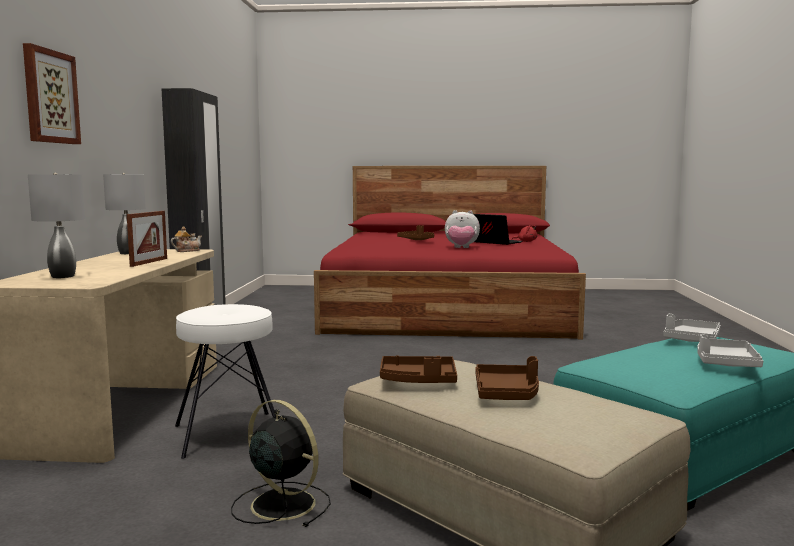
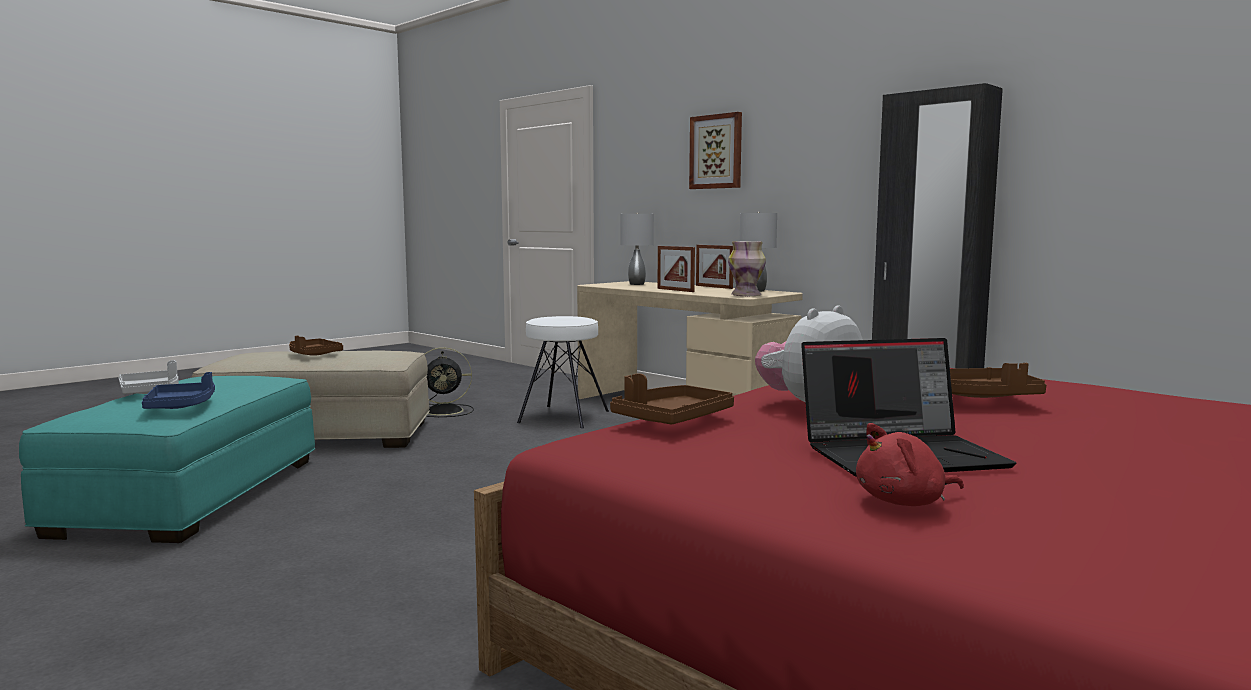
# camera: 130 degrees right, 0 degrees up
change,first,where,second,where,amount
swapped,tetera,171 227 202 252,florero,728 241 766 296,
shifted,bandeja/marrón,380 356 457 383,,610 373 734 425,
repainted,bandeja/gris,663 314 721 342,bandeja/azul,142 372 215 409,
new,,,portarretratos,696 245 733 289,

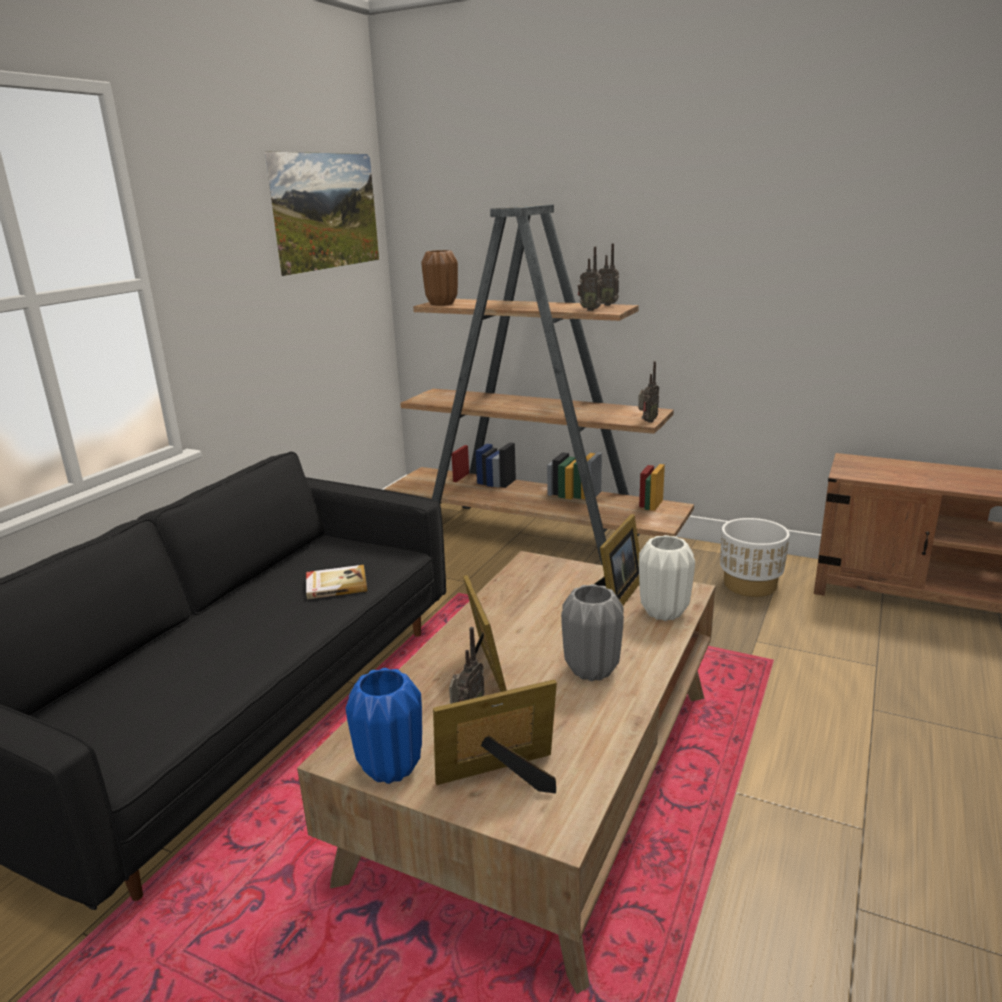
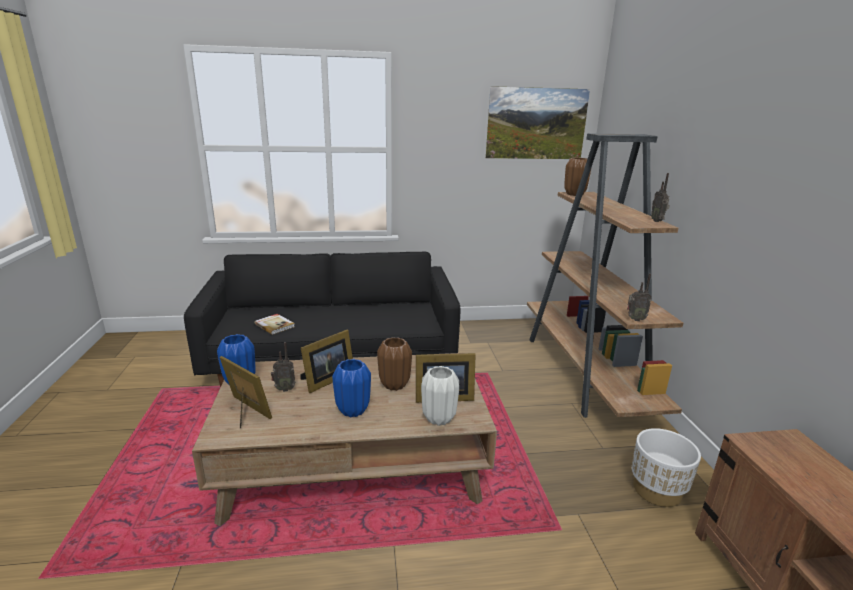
# camera: 55 degrees right, 0 degrees up
change,first,where,second,where,amount
shifted,libro,306 565 367 599,,254 314 295 335,
repainted,florero/gris,561 584 624 681,florero/azul,332 359 371 417,
gone,radio,578 246 602 311,,,
new,,,florero/marrón,377 337 412 391,

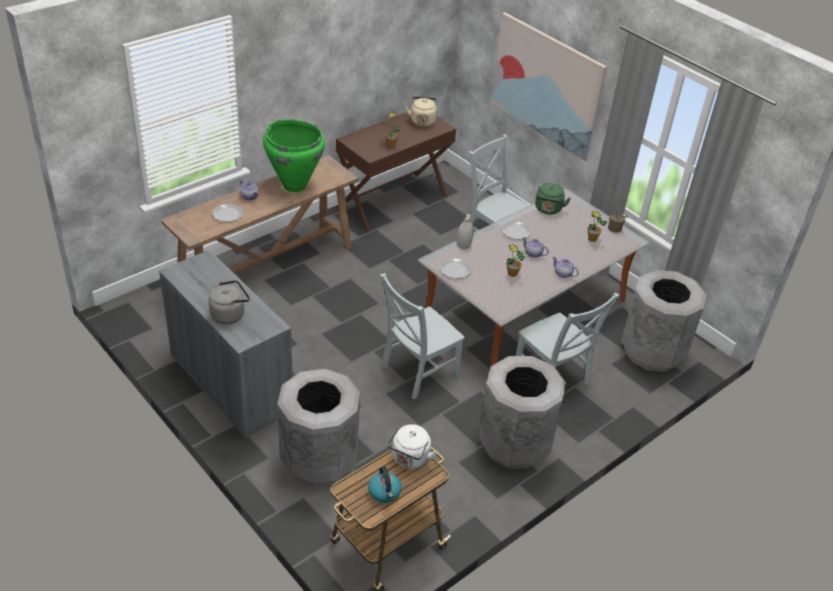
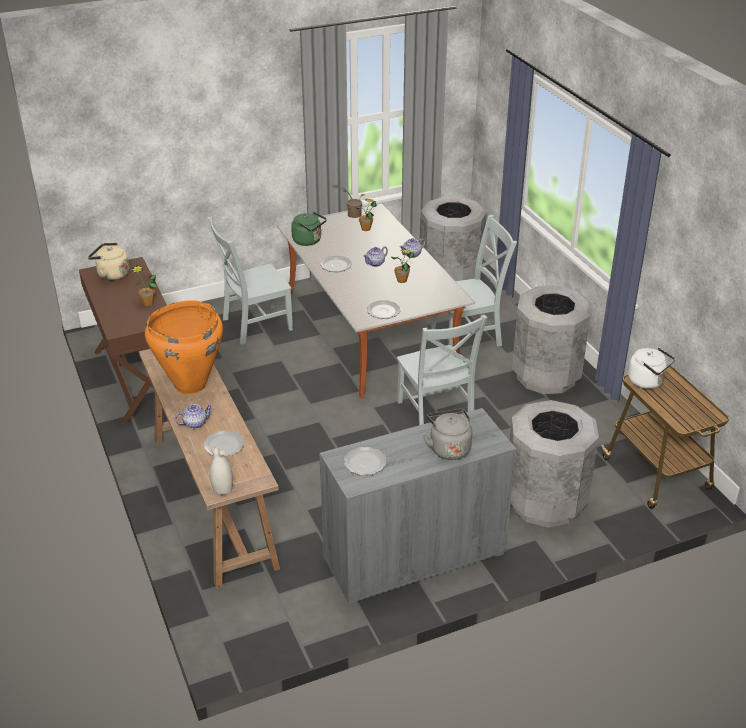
# camera: 70 degrees left, 5 degrees down
change,first,where,second,where,amount
repainted,florero/verde,263 119 325 192,florero/naranja,145 300 223 394,
gone,hervidor,368 466 402 503,,,
shifted,florero/blanco,457 214 473 249,,209 446 233 495,
gone,cuadro,491 12 607 161,,,
new,,,plato,344 447 387 475,

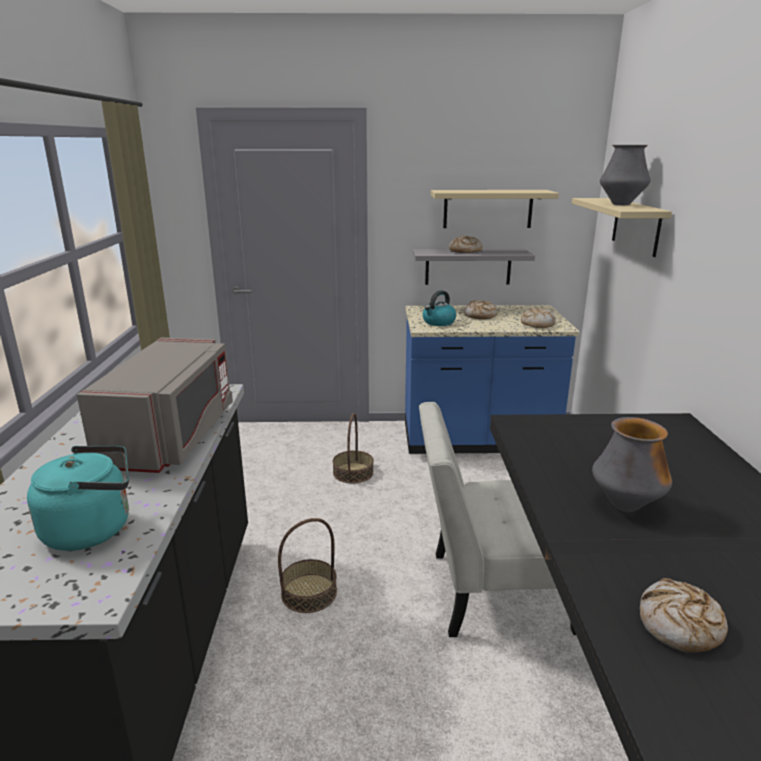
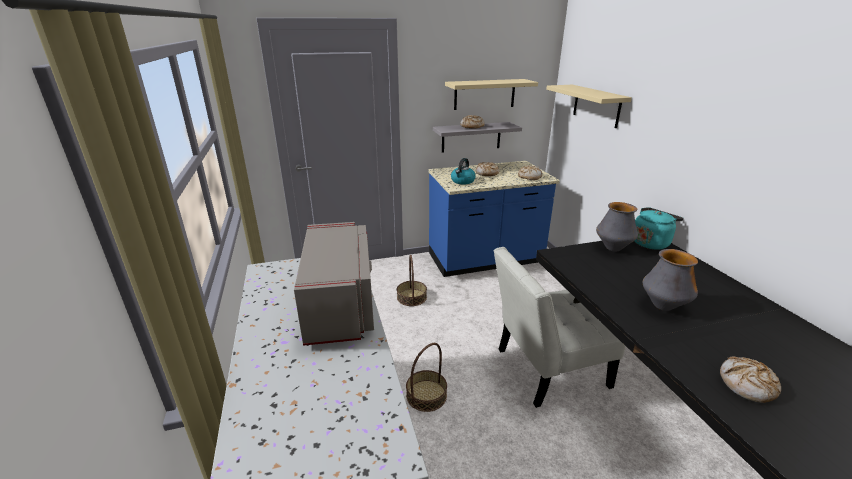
# camera: 15 degrees left, 5 degrees up
change,first,where,second,where,amount
shifted,hervidor/turquesa,27 446 129 551,,634 207 684 250,
shifted,florero,600 145 651 205,,596 202 638 252,

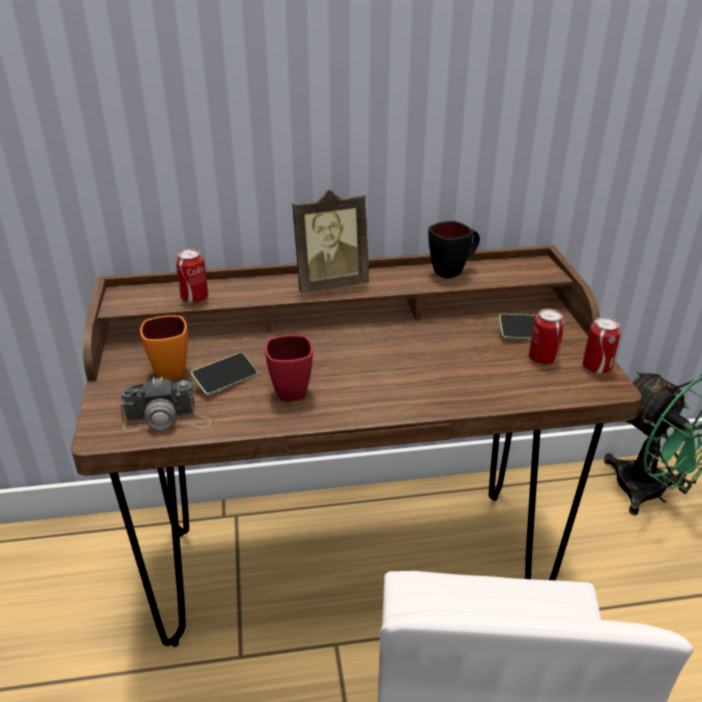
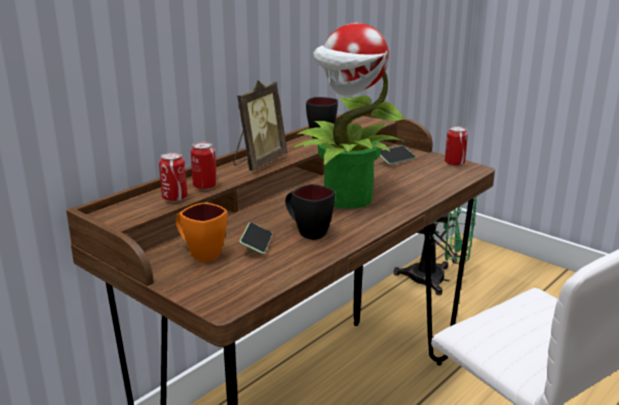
# camera: 40 degrees left, 10 degrees down
change,first,where,second,where,amount
gone,cámara,120 376 212 432,,,
repainted,taza grande/rojo,265 335 313 401,taza grande/negro,285 184 335 240,
shifted,lata,529 308 564 365,,191 142 217 190,
new,,,planta en maceta,292 23 405 209,

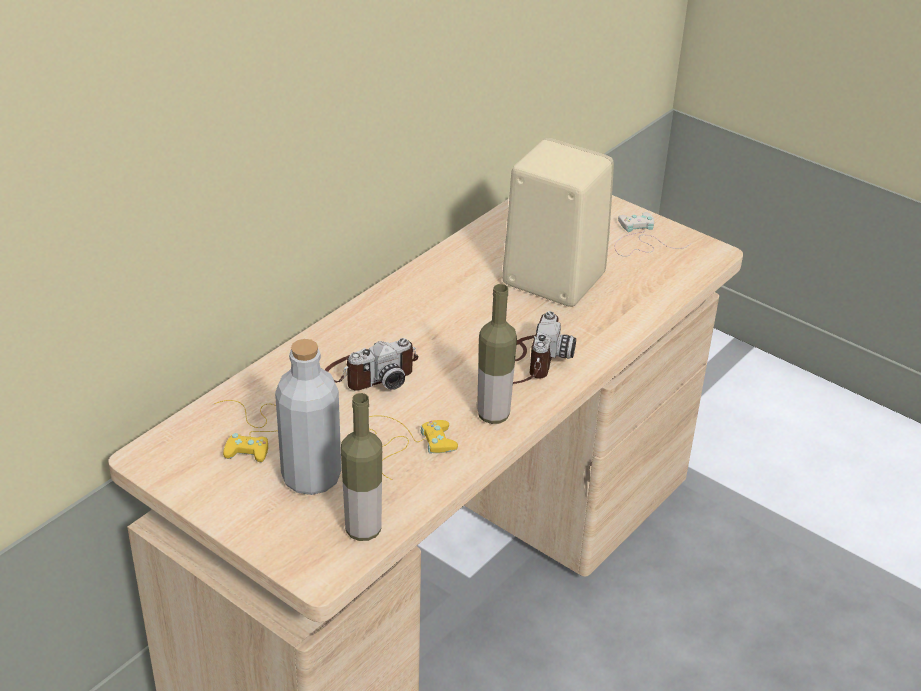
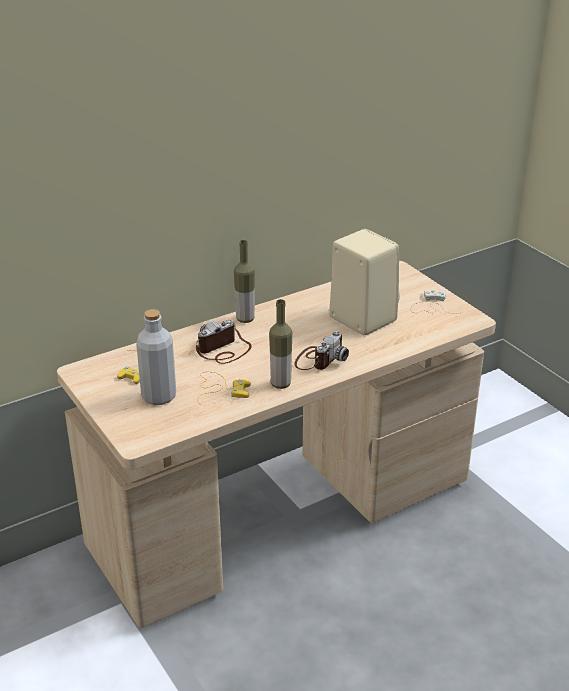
# camera: 20 degrees right, 5 degrees down
change,first,where,second,where,amount
rotated,cámara,325 338 418 391,,196 320 252 364,150 degrees clockwise
shifted,botella,341 393 382 541,,234 240 255 323,

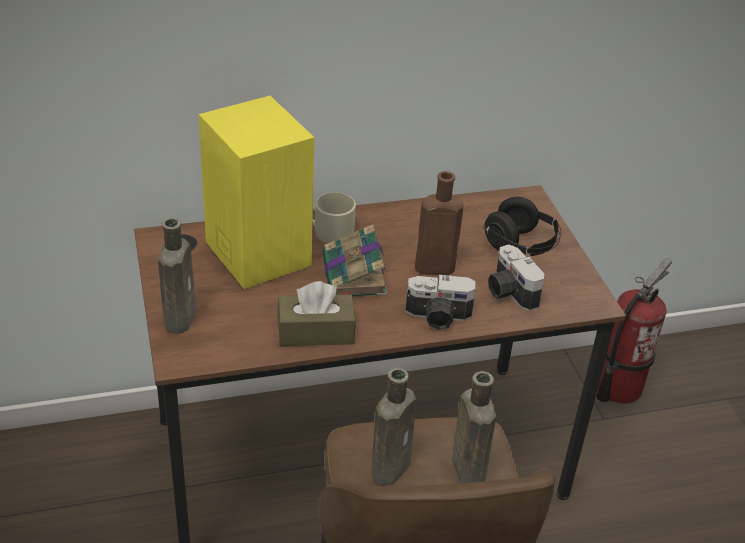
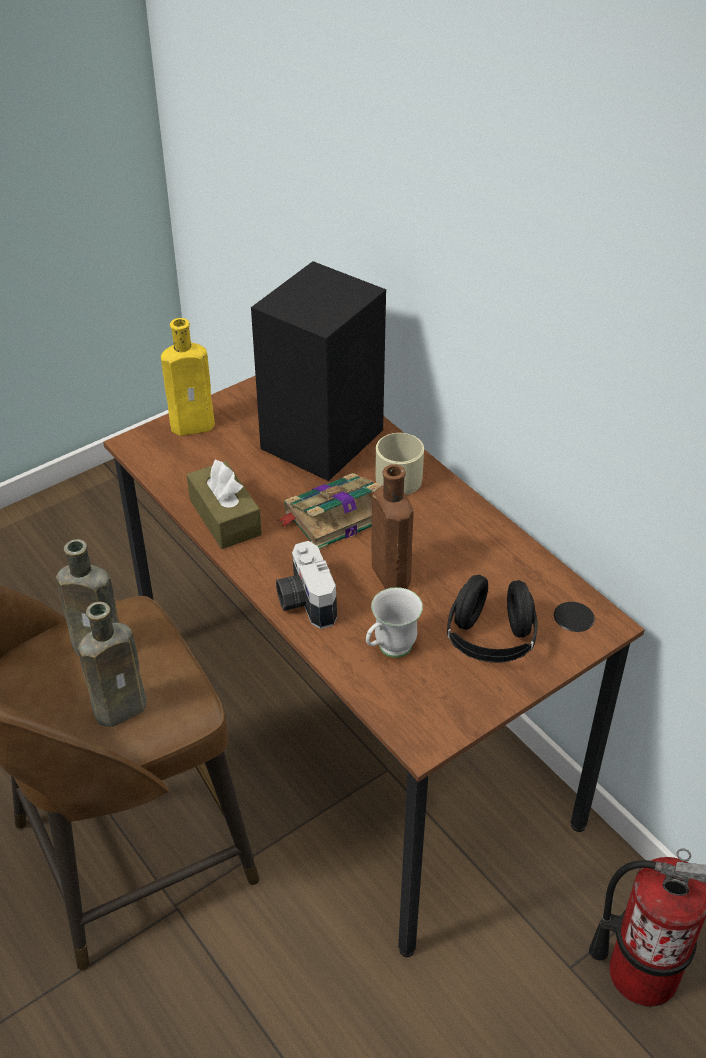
# camera: 70 degrees right, 5 degrees up
change,first,where,second,where,amount
repainted,botella/marrón,158 218 196 334,botella/amarillo,161 318 215 436,
repainted,altavoz/amarillo,199 96 314 289,altavoz/negro,251 261 386 481,
swapped,cámara,488 244 545 311,taza grande/blanco,366 587 423 658,

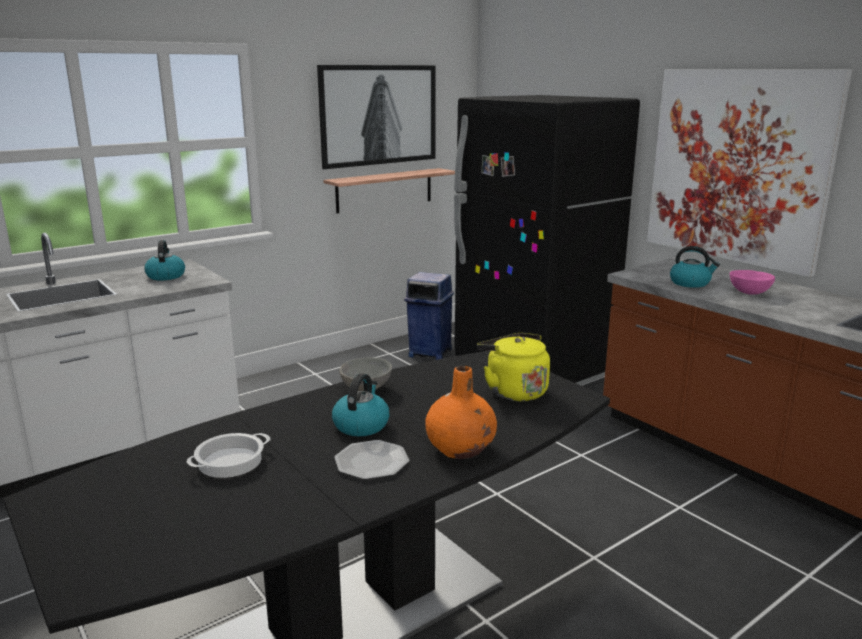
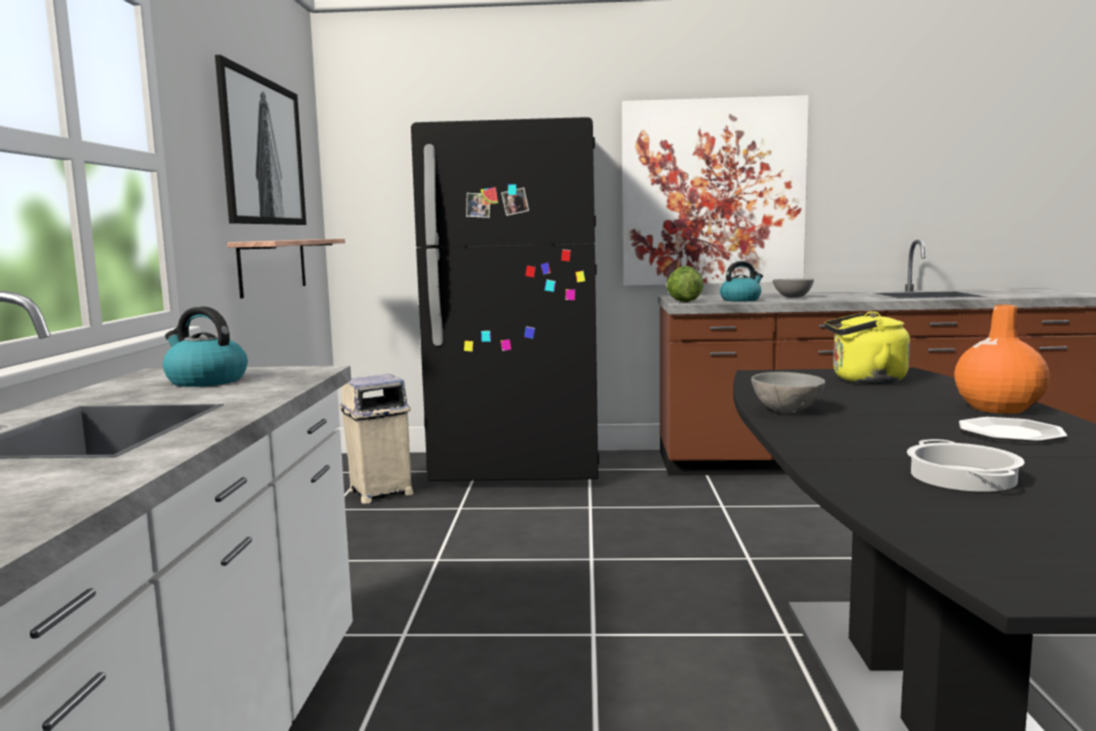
# camera: 50 degrees left, 10 degrees down
change,first,where,second,where,amount
gone,hervidor,332 373 390 436,,,
repainted,papelera/azul,404 272 454 360,papelera/beis,339 374 413 504,
repainted,cuenco/rosa,730 270 775 295,cuenco/gris,773 278 814 298,
new,,,lechuga,666 266 704 302,

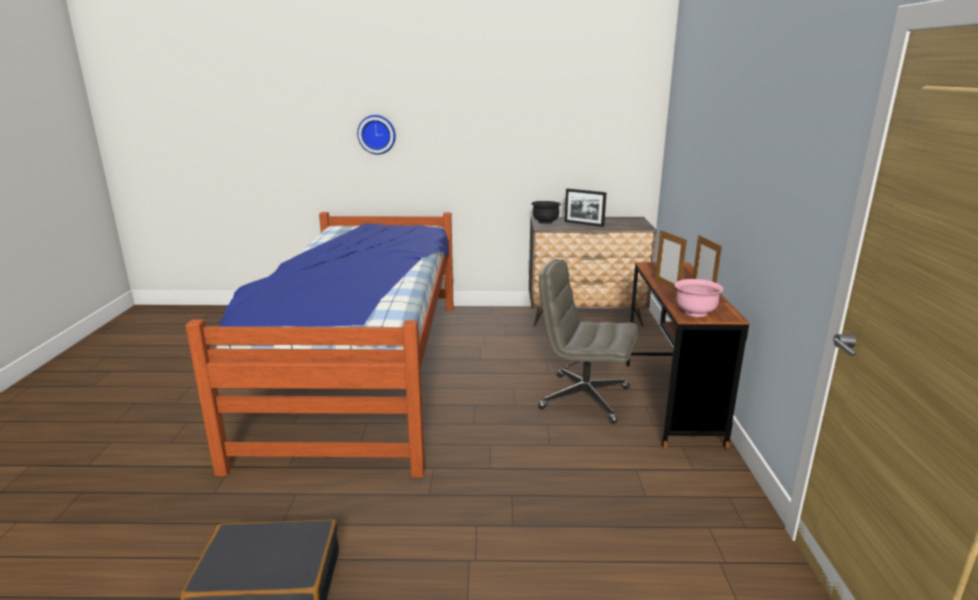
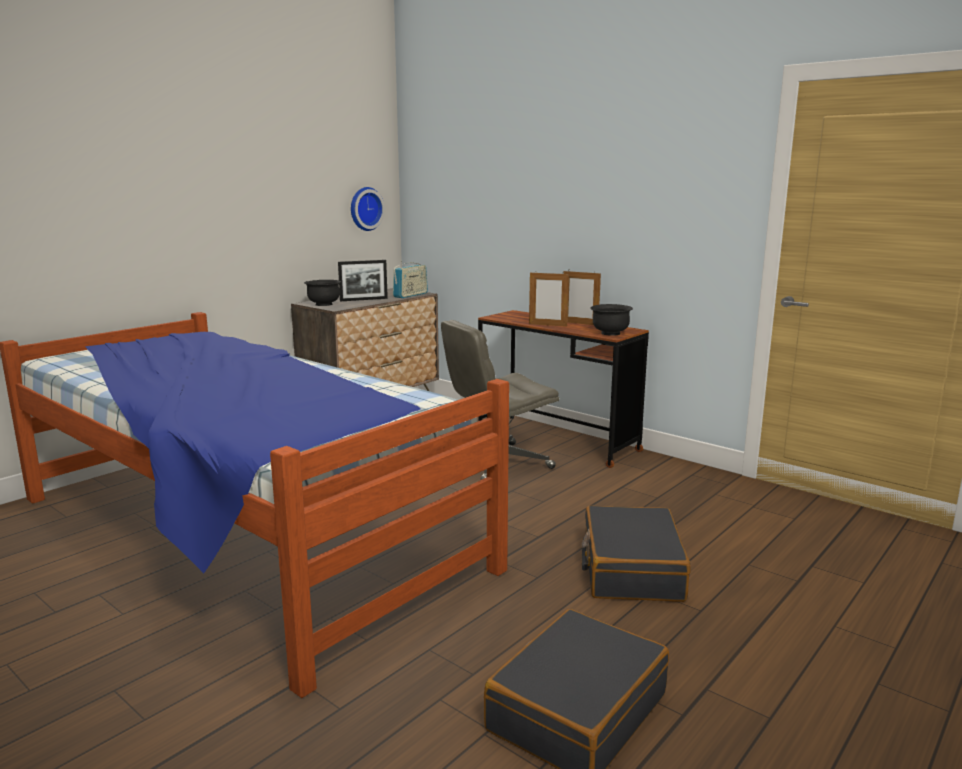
# camera: 50 degrees left, 5 degrees down
change,first,where,second,where,amount
shifted,reloj de pared,357 115 396 155,,351 187 385 231,
repainted,cuenco/rosa,674 279 724 317,cuenco/negro,591 304 633 336,
new,,,radio,393 261 428 298,
new,,,maleta/negro,581 506 690 602,

